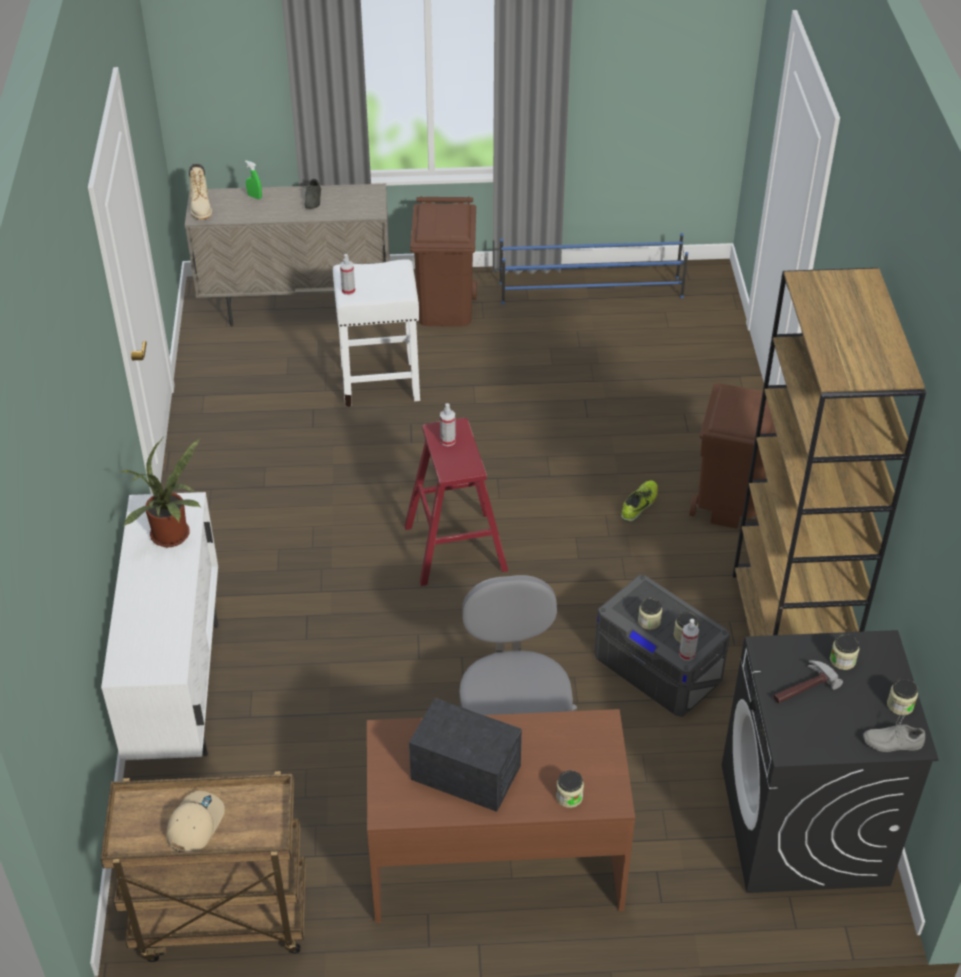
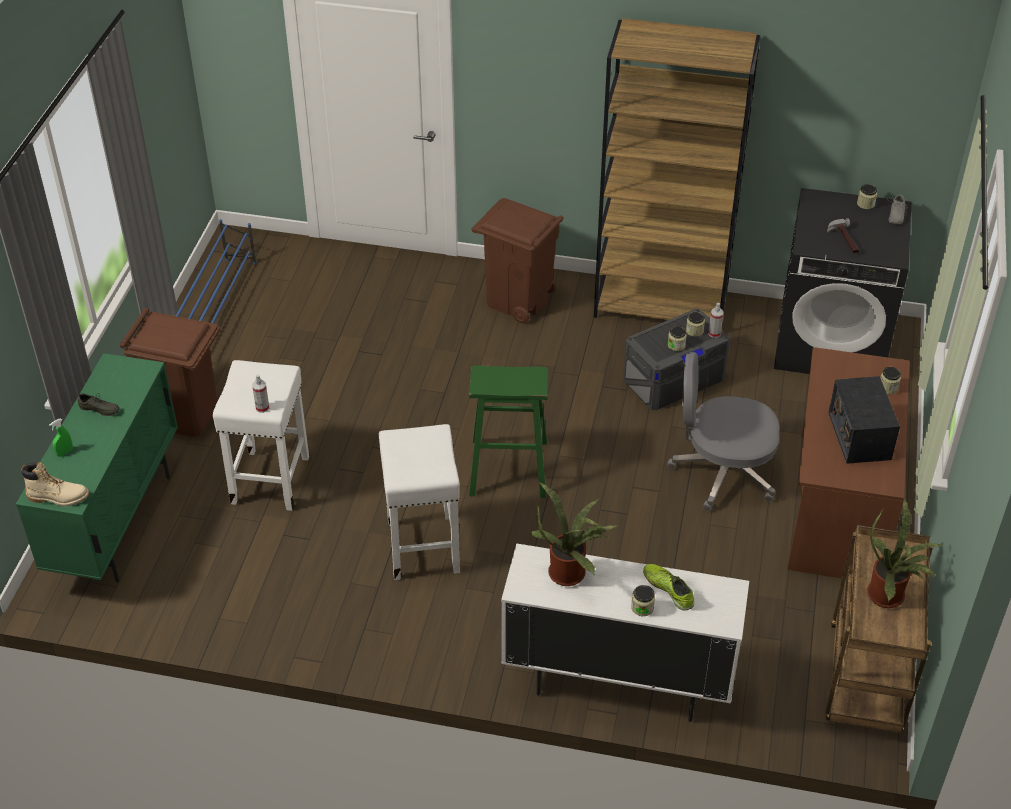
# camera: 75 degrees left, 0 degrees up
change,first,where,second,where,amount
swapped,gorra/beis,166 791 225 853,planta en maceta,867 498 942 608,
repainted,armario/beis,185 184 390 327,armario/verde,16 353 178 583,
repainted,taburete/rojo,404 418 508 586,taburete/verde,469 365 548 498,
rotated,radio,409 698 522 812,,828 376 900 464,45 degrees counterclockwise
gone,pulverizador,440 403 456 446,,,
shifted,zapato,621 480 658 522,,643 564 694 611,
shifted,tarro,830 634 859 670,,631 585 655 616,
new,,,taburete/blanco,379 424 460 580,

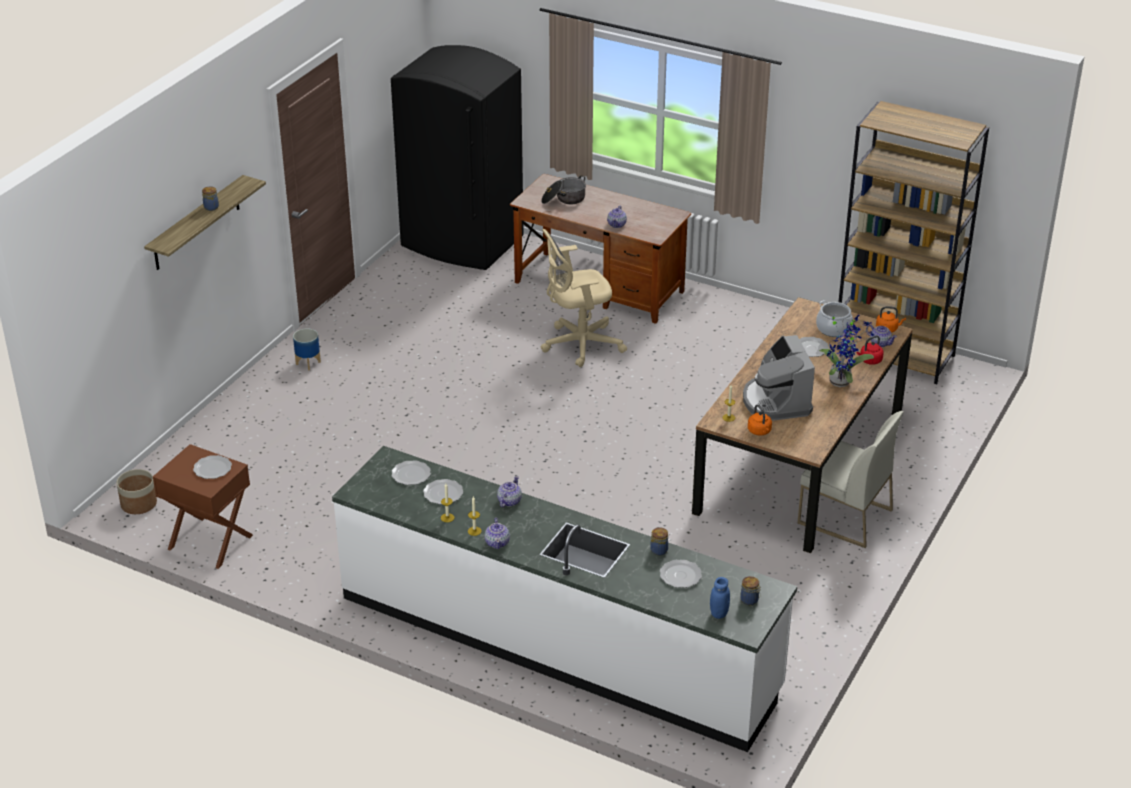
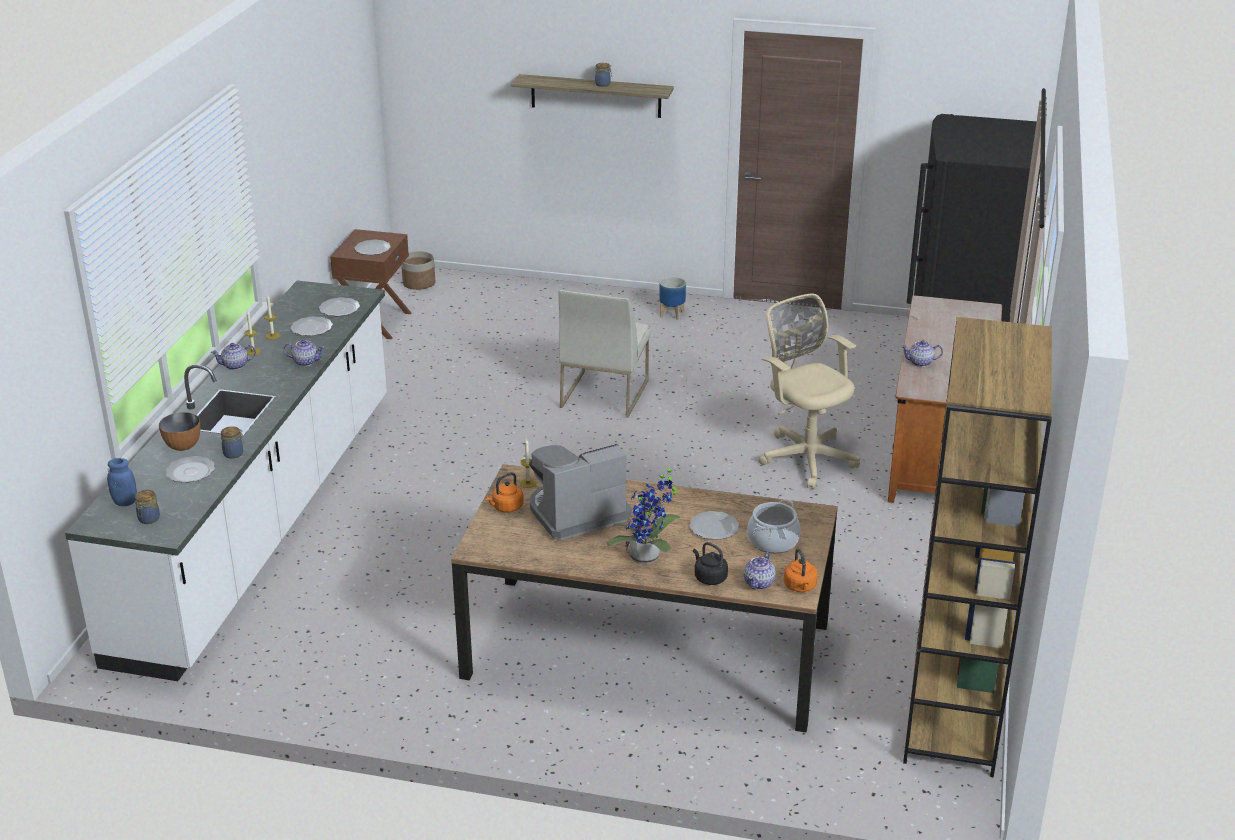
# camera: 75 degrees right, 5 degrees down
change,first,where,second,where,amount
gone,olla,541 175 586 204,,,
shifted,silla/blanco,797 411 904 548,,559 290 651 418,
repainted,hervidor/rojo,856 336 884 365,hervidor/negro,693 542 728 585,
new,,,cuenco,159 412 200 451,

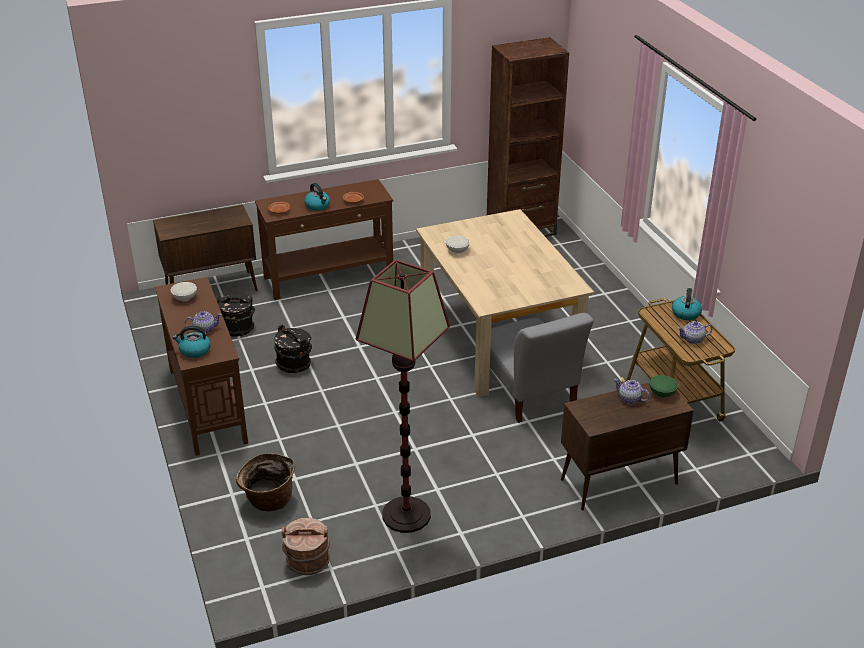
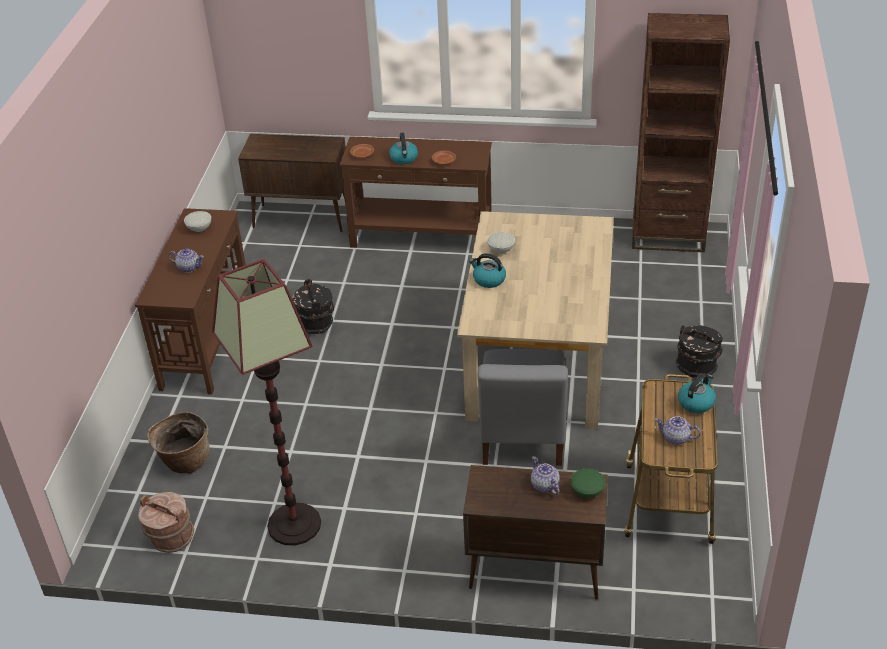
# camera: 30 degrees right, 5 degrees up
change,first,where,second,where,amount
shifted,hervidor,173 326 210 358,,469 253 506 288,
shifted,cubo/negro,217 294 255 337,,676 325 723 378,

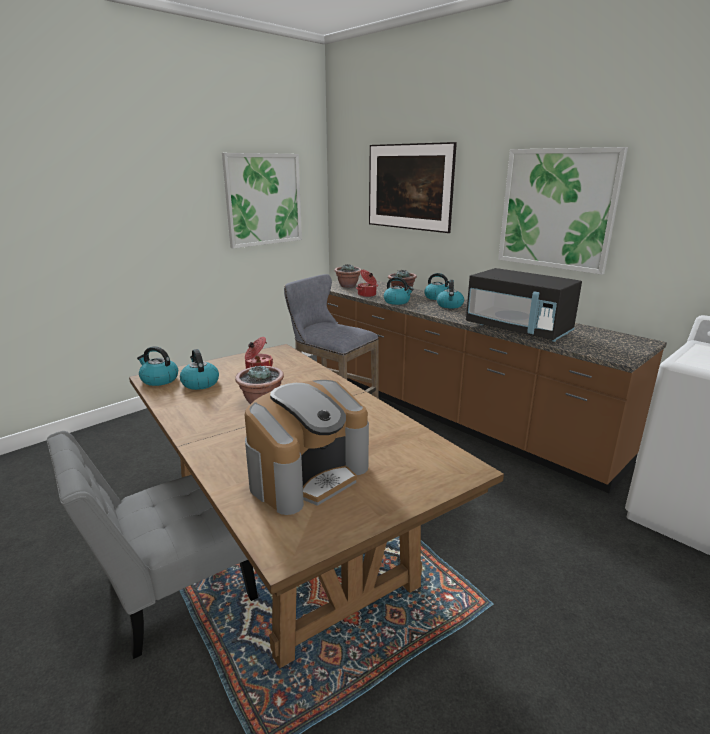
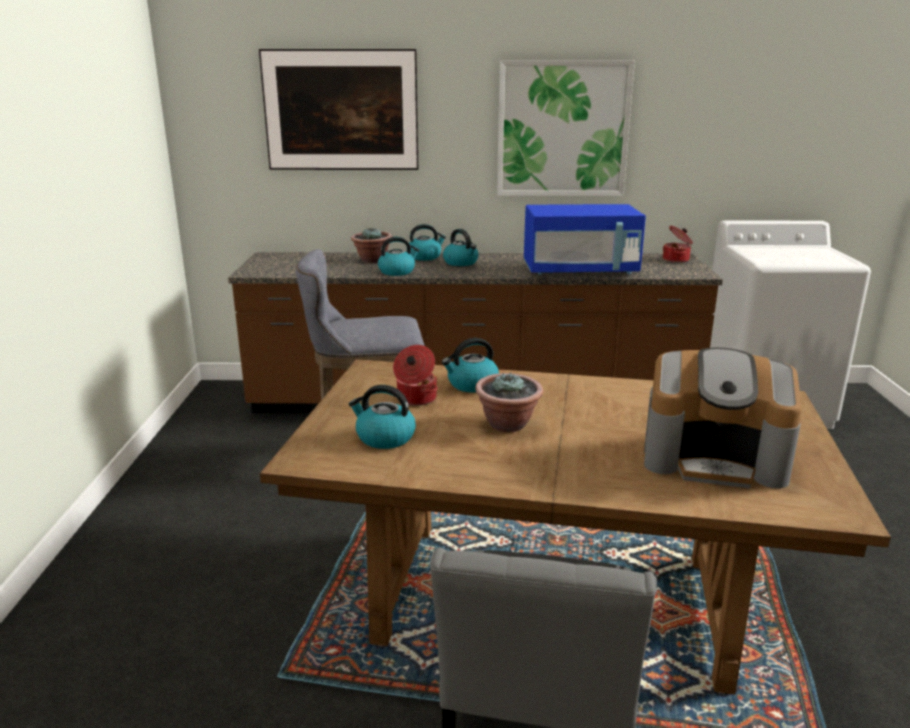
# camera: 45 degrees left, 0 degrees up
change,first,where,second,where,amount
shifted,hervidor,137 346 178 386,,442 338 499 393,
gone,cuadro,222 153 302 248,,,
rotated,cafetera,245 380 369 515,,644 347 802 489,105 degrees clockwise
gone,planta en maceta,334 264 362 288,,,
shifted,olla,356 270 378 297,,662 226 693 263,
repainted,microondas/negro,466 268 582 342,microondas/azul,524 204 646 275,

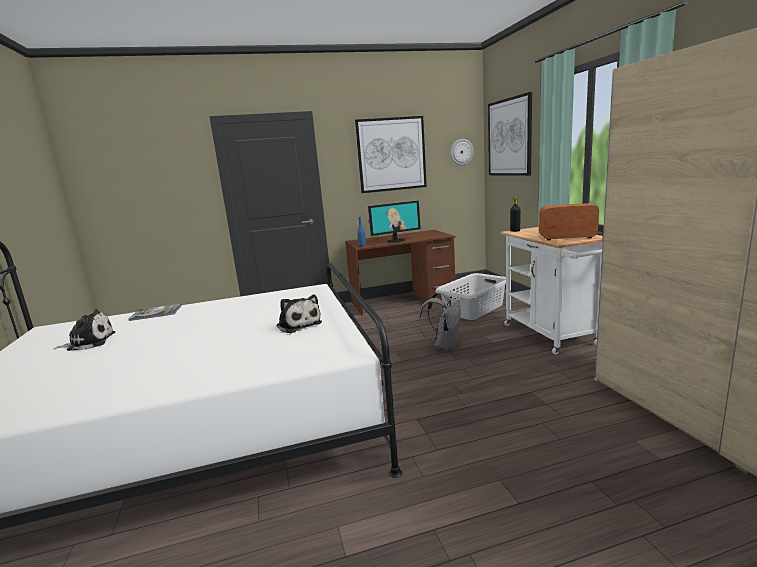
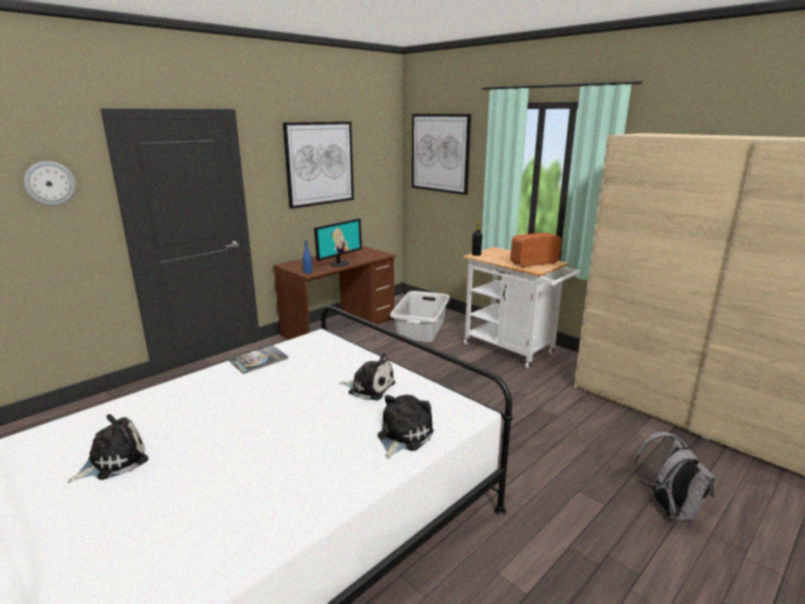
# camera: 30 degrees left, 5 degrees up
change,first,where,second,where,amount
shifted,libro,128 303 182 321,,229 345 288 374,
shifted,mochila/gris,418 293 460 350,,634 432 716 521,
shifted,reloj de pared,450 139 474 166,,24 161 76 206,
new,,,peluche,377 395 434 459,

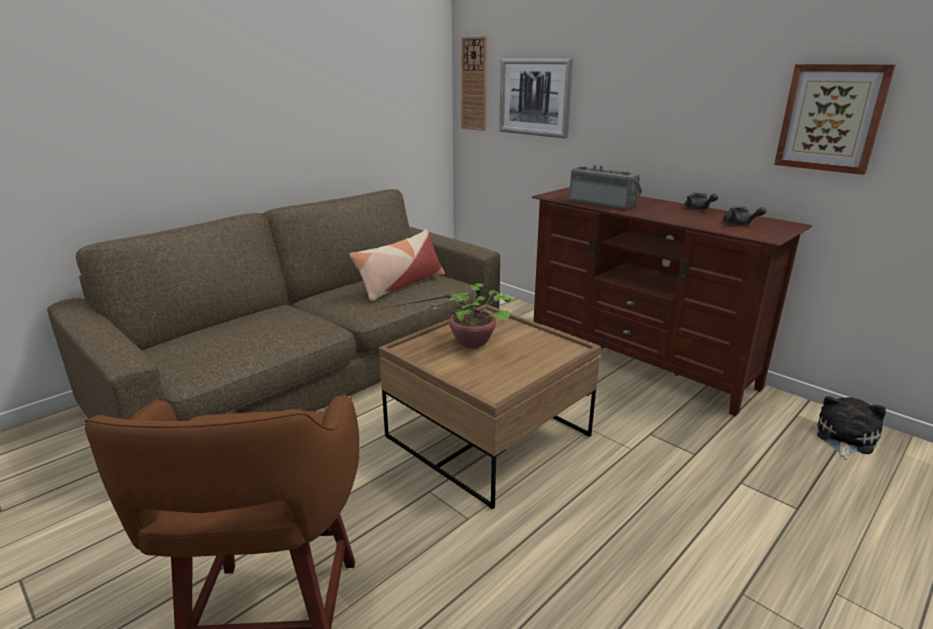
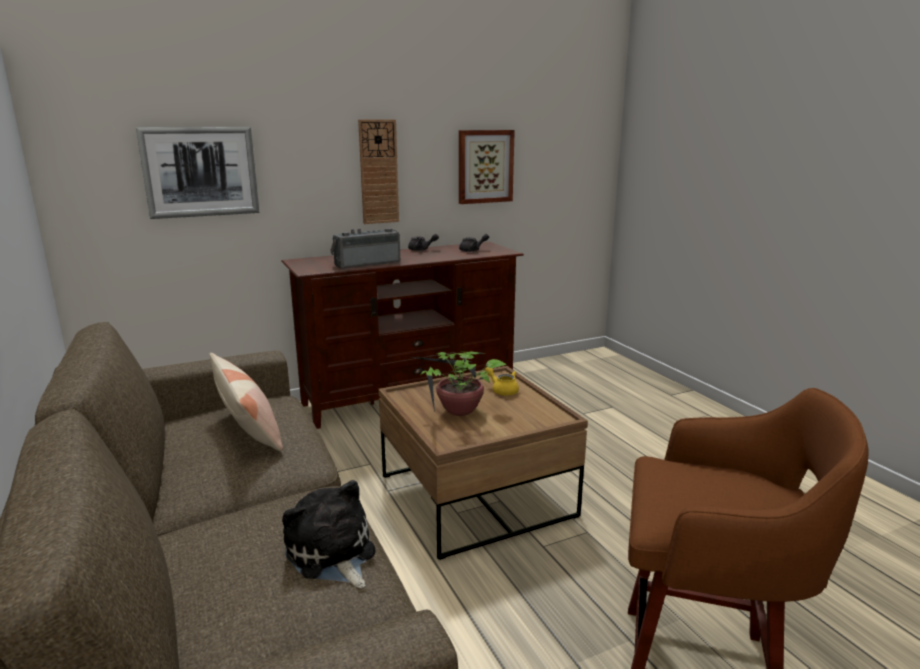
# camera: 70 degrees left, 5 degrees down
change,first,where,second,where,amount
shifted,reloj de pared,461 37 487 131,,358 119 399 224,
shifted,peluche,817 396 886 460,,282 480 376 588,
new,,,tetera/amarillo,485 367 519 396,

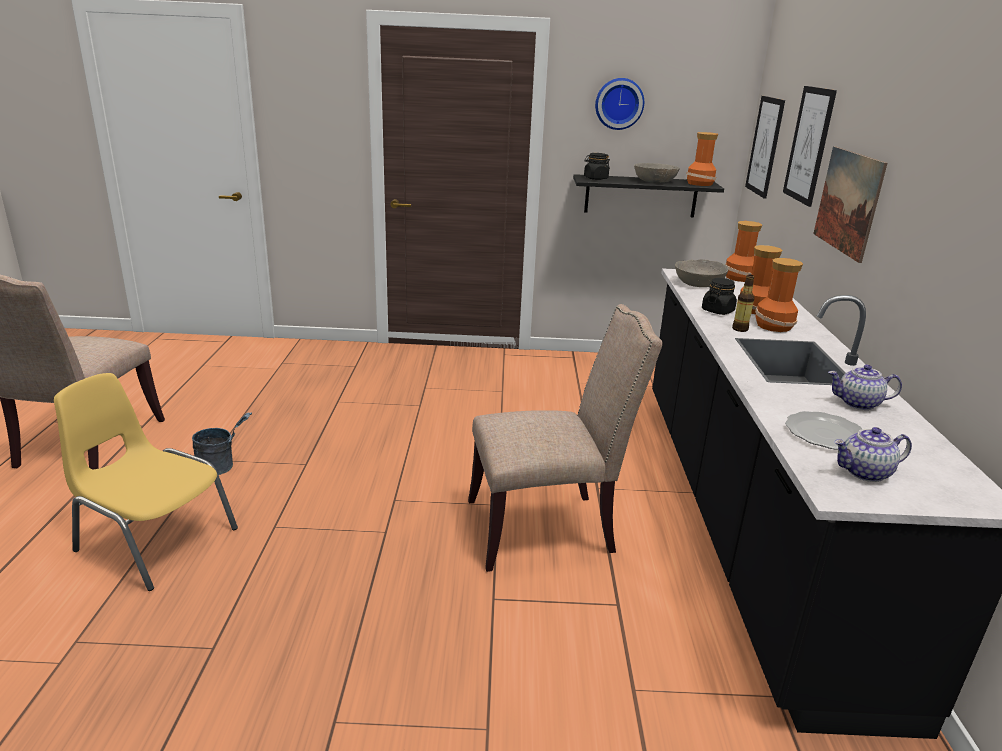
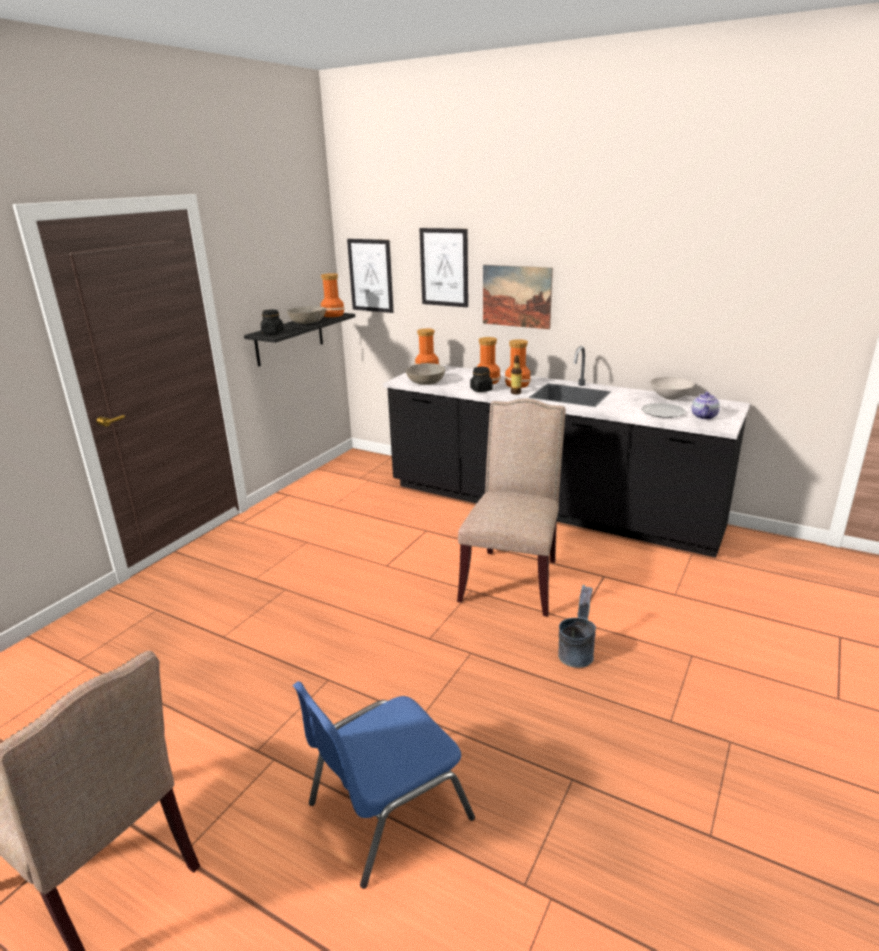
# camera: 60 degrees left, 0 degrees up
change,first,where,second,where,amount
repainted,silla/amarillo,54 373 238 591,silla/azul,293 681 475 889,
shifted,cubo/gris,192 412 252 475,,558 585 596 668,
gone,reloj de pared,595 78 644 130,,,
gone,tetera,828 364 902 410,,,
new,,,cuenco/blanco,650 377 694 400,

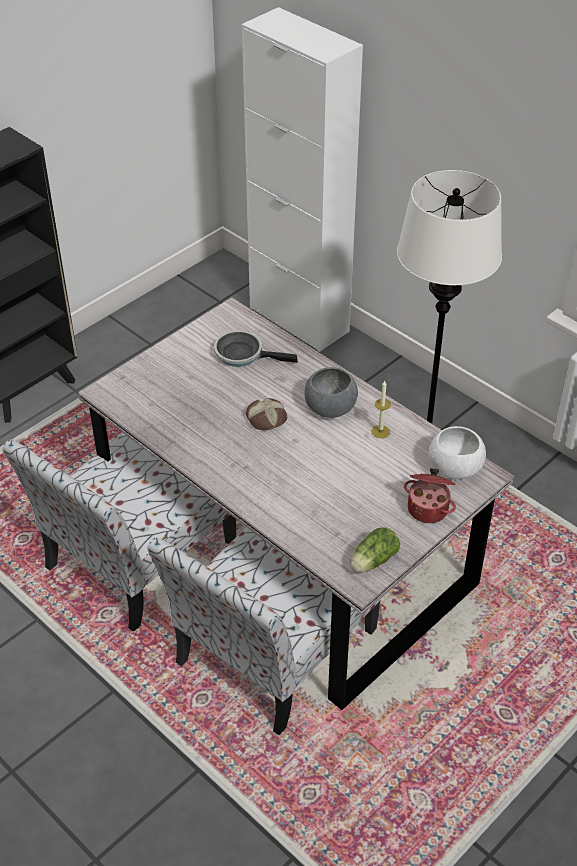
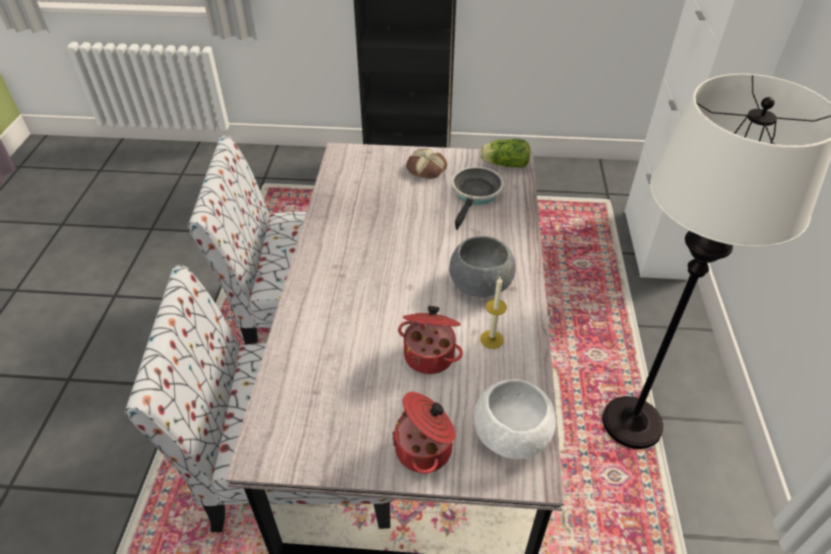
# camera: 50 degrees right, 0 degrees up
change,first,where,second,where,amount
rotated,sartén,214 330 298 367,,451 166 504 230,45 degrees clockwise
shifted,pan,246 398 287 430,,406 148 447 179,
shifted,lechuga,350 527 400 573,,479 139 530 168,
new,,,olla,398 306 463 374,

